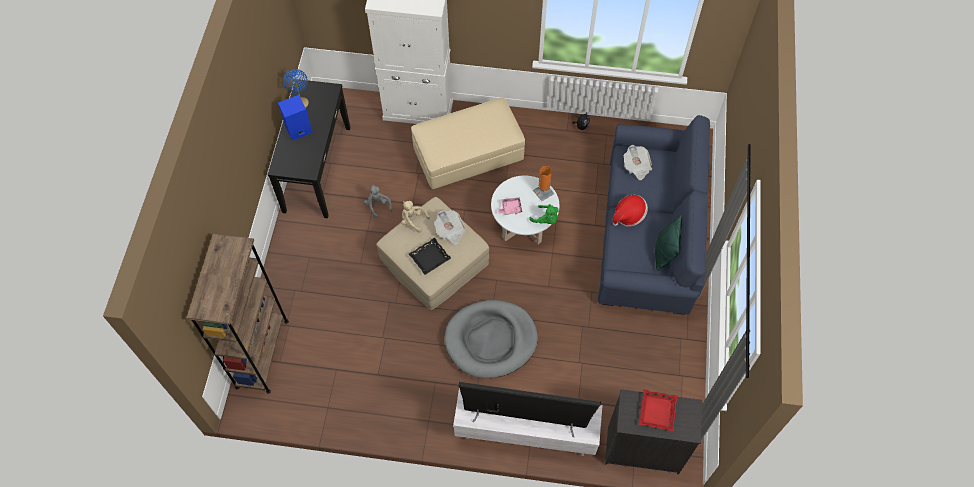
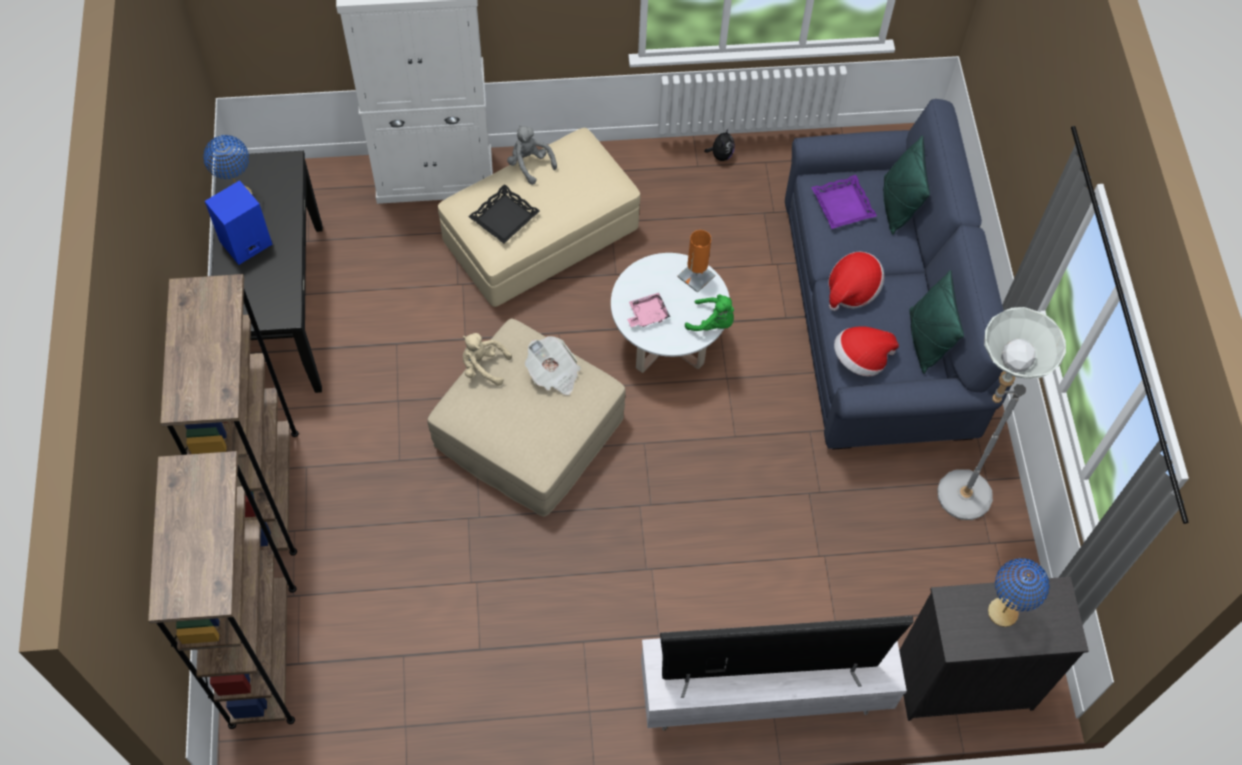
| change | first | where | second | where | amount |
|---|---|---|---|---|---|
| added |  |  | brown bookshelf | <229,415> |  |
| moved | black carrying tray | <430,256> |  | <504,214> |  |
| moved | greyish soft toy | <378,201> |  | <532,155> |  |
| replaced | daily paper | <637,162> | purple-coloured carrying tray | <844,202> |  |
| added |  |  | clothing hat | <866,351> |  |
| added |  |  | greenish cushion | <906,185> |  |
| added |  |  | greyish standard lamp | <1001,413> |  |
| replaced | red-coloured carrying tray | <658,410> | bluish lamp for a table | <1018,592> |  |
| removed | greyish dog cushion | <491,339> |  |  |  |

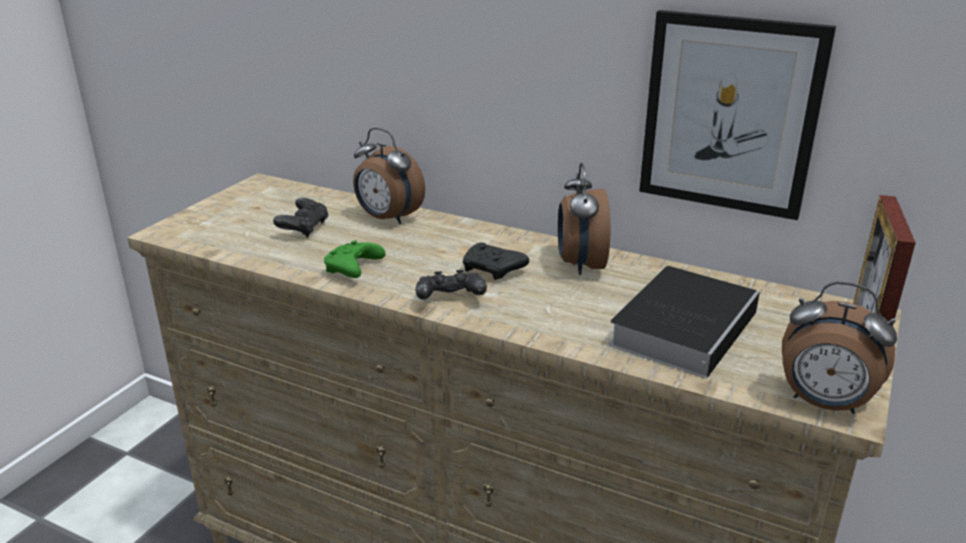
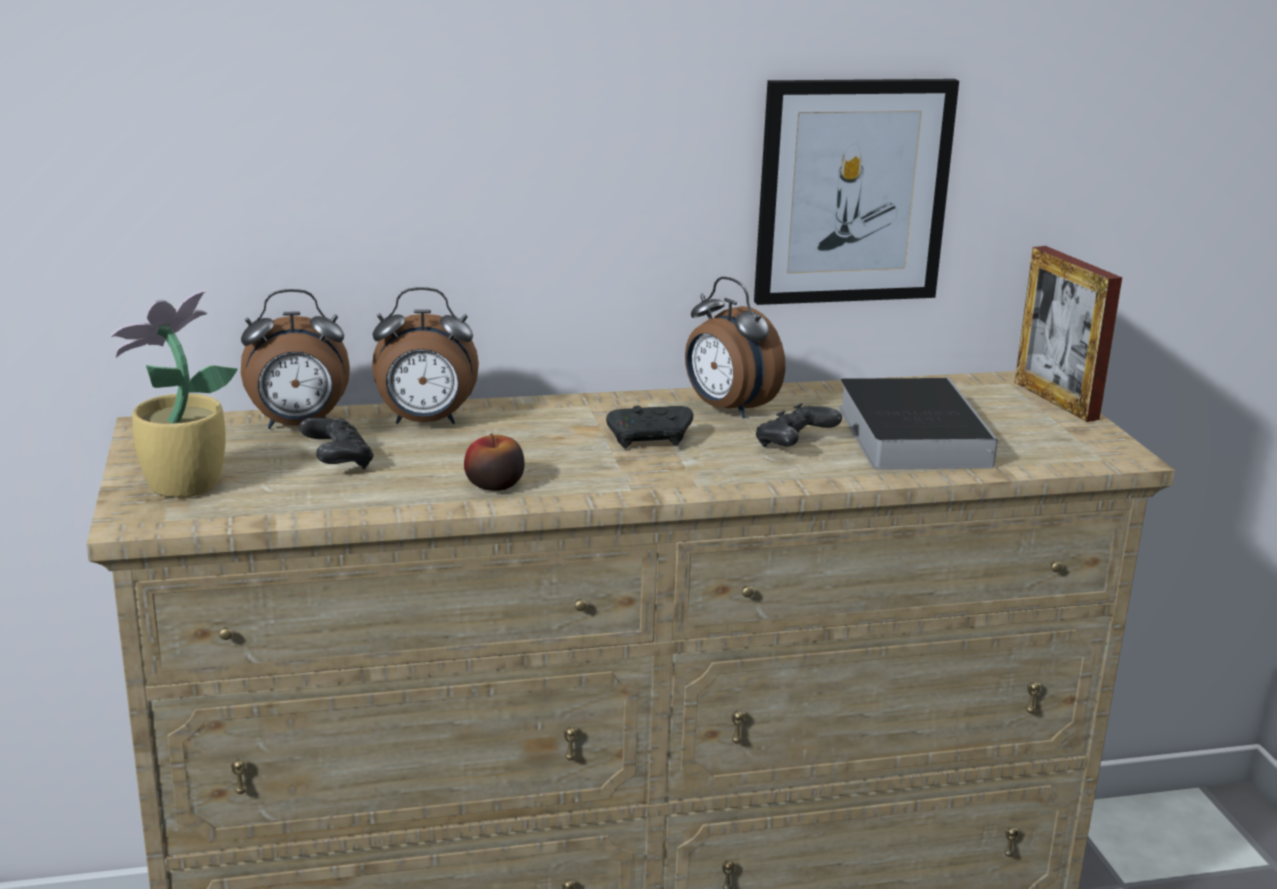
| change | first | where | second | where | amount |
|---|---|---|---|---|---|
| added |  |  | plant in a pot | <174,394> |  |
| moved | alarm clock | <839,347> |  | <295,359> |  |
| replaced | greenish joypad | <355,259> | apple | <494,462> |  |
| moved | black joypad | <451,285> |  | <799,425> |  |

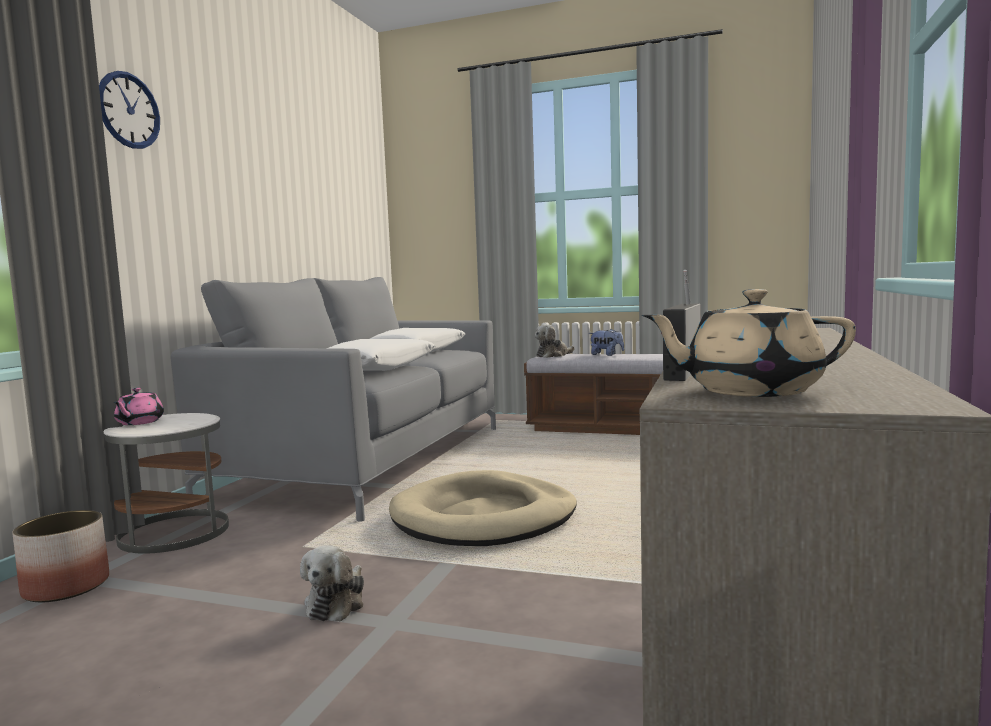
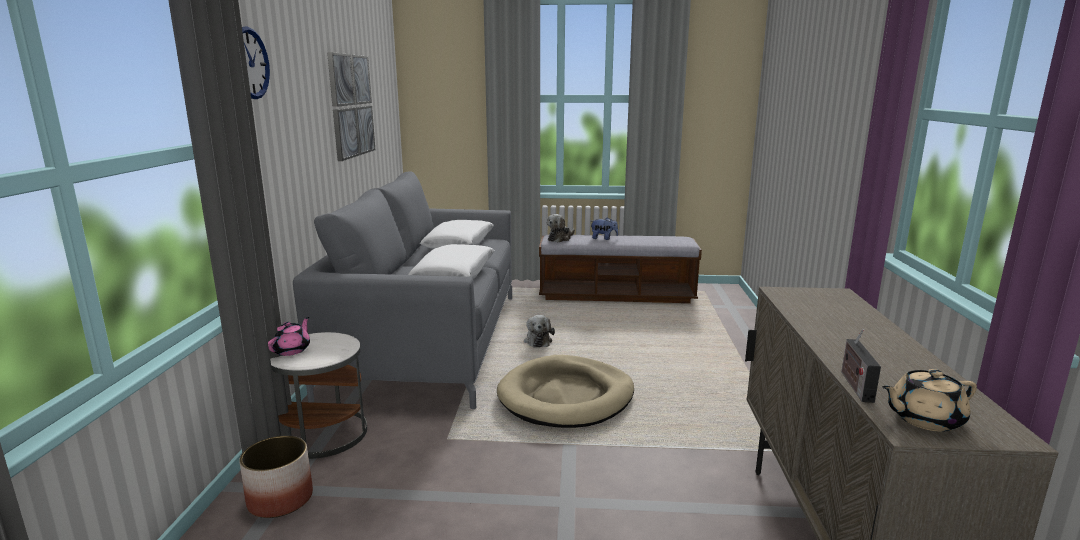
| change | first | where | second | where | amount |
|---|---|---|---|---|---|
| turned | pink-coloured pot for tea | <139,406> |  | <289,336> | 150 degrees counterclockwise |
| added |  |  | picture | <351,106> |  |
| moved | soft toy | <332,583> |  | <539,331> |  |

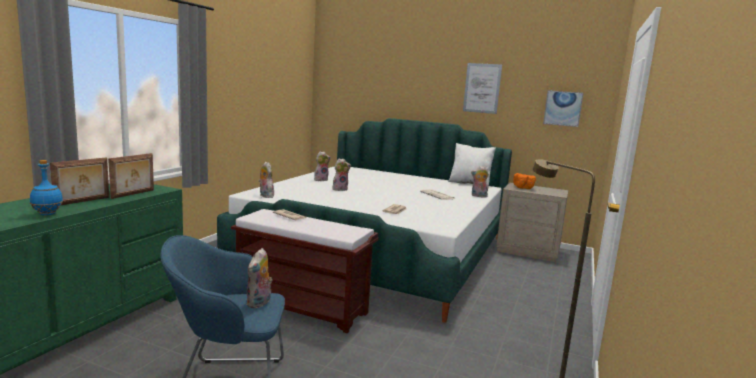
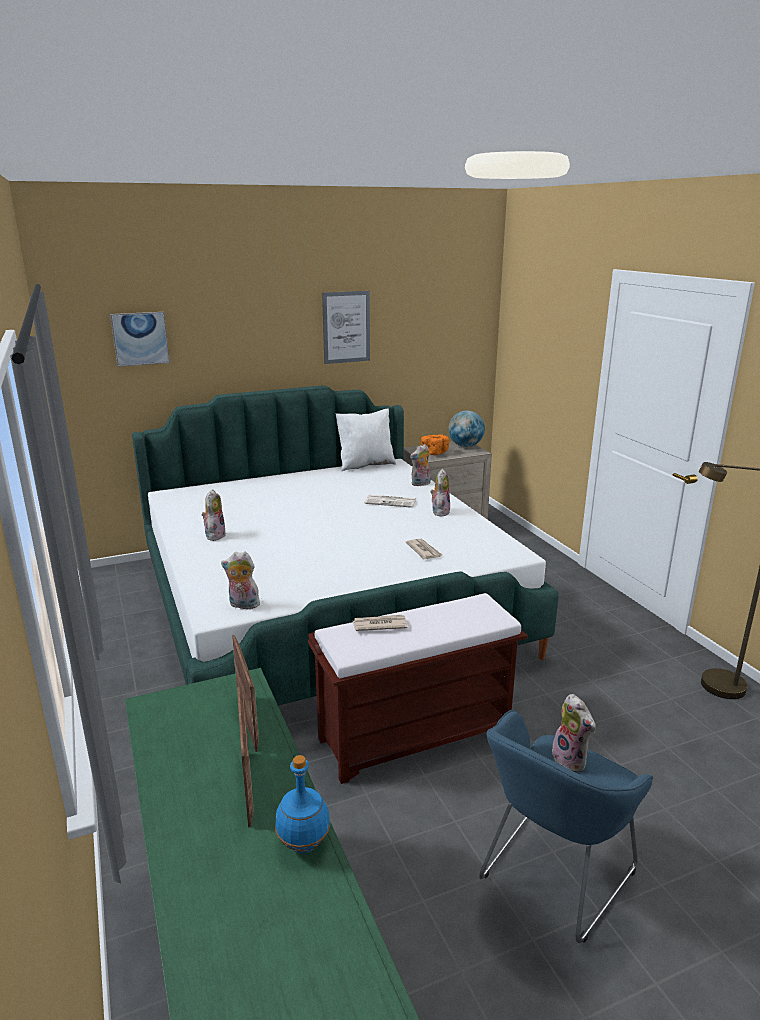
| change | first | where | second | where | amount |
|---|---|---|---|---|---|
| moved | picture | <563,108> |  | <140,339> |  |
| moved | soft toy | <342,175> |  | <440,493> |  |
| added |  |  | globe | <466,429> |  |

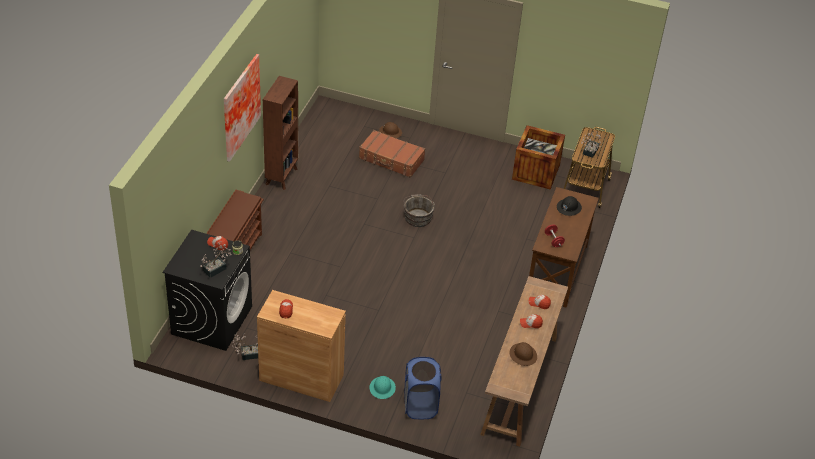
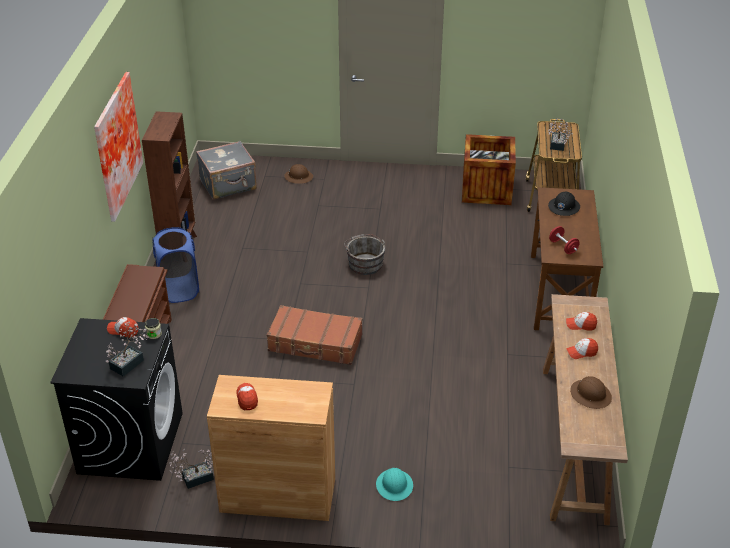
| change | first | where | second | where | amount |
|---|---|---|---|---|---|
| moved | bluish washing basket | <423,388> |  | <176,265> |  |
| added |  |  | greyish travel case | <226,170> |  |
| moved | brown travel case | <392,154> |  | <314,335> |  |

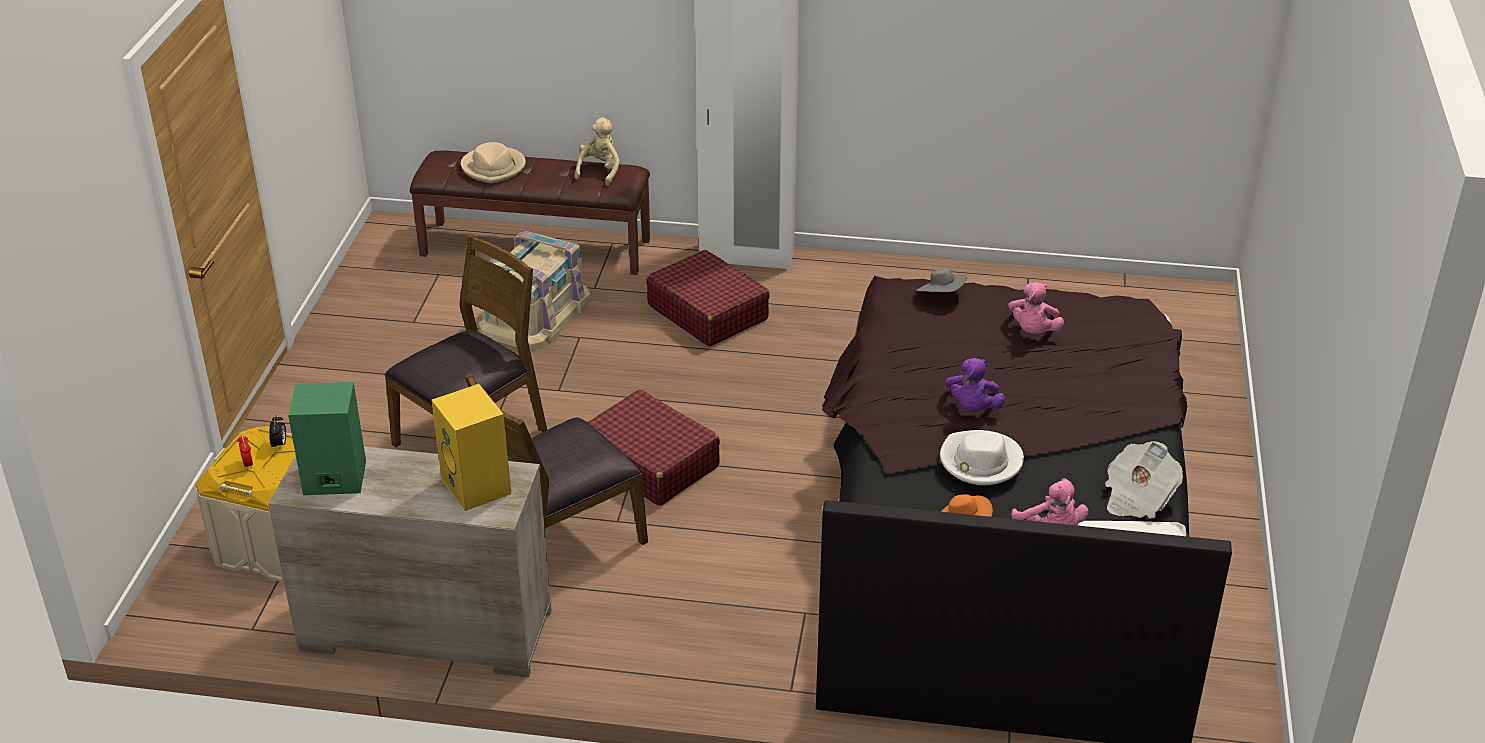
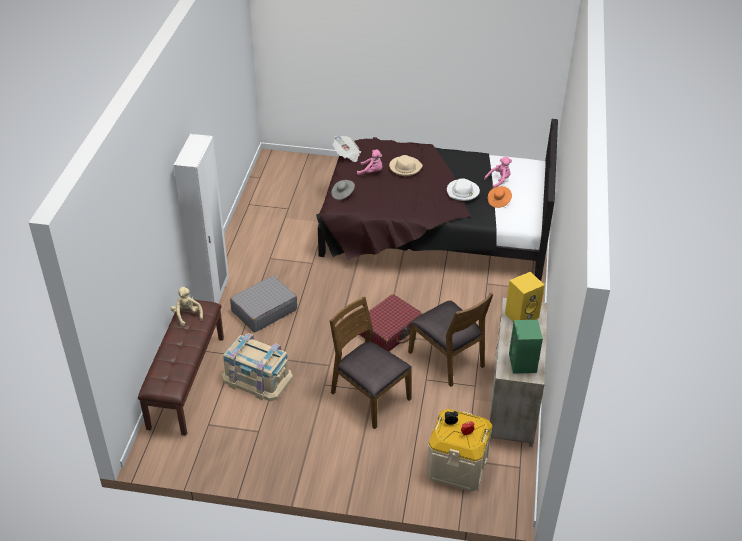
| change | first | where | second | where | amount |
|---|---|---|---|---|---|
| turned | sand-coloured soft toy | <597,151> |  | <187,307> | 45 degrees clockwise |
| recoloured | red-coloured travel case | <708,298> | greyish travel case | <263,304> |  |
| moved | daily paper | <1144,480> |  | <347,149> |  |
| moved | sand-coloured clothing hat | <493,162> |  | <406,165> |  |
| removed | purple-coloured soft toy | <975,385> |  |  |  |

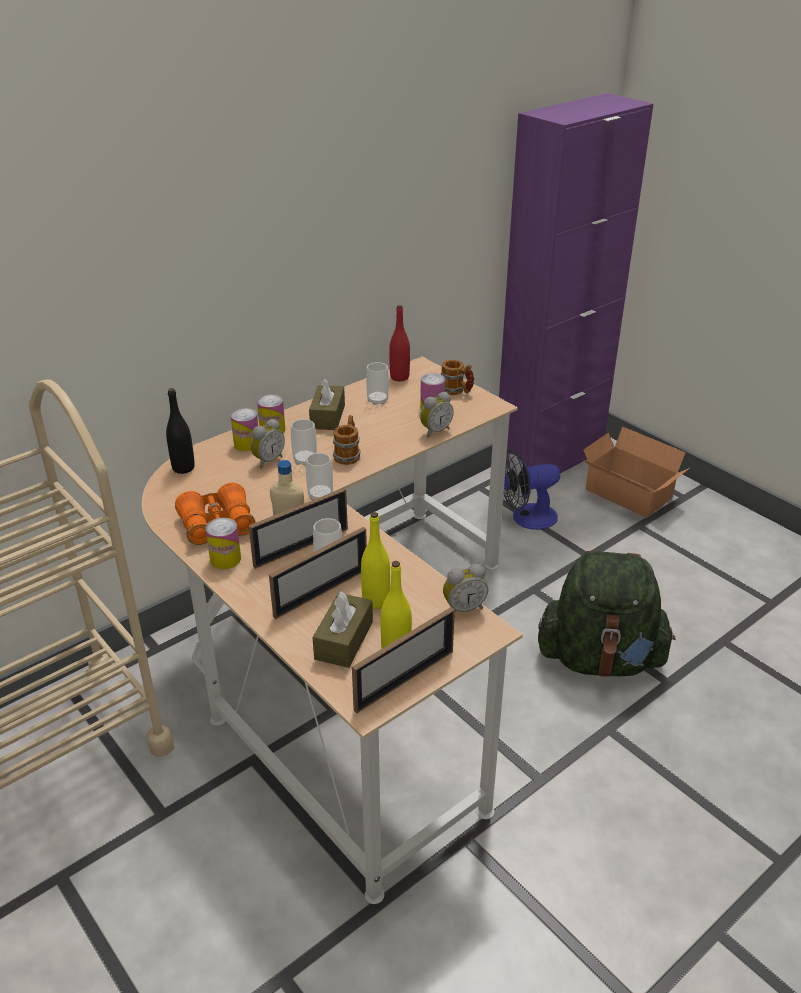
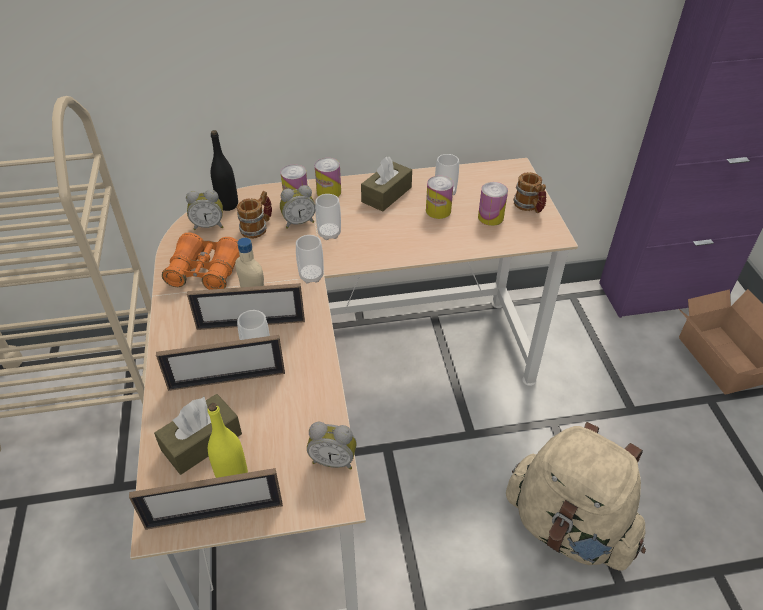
| change | first | where | second | where | amount |
|---|---|---|---|---|---|
| moved | alarm clock | <437,415> |  | <204,210> |  |
| moved | coffee mug | <347,440> |  | <254,215> |  |
| moved | can | <223,543> |  | <440,197> |  |
| recoloured | greenish backpack | <607,614> | sand-coloured backpack | <576,496> |  |
| removed | yellowish bottle | <375,560> |  |  |  |
| removed | red-coloured bottle | <399,343> |  |  |  |
| removed | fan | <532,490> |  |  |  |

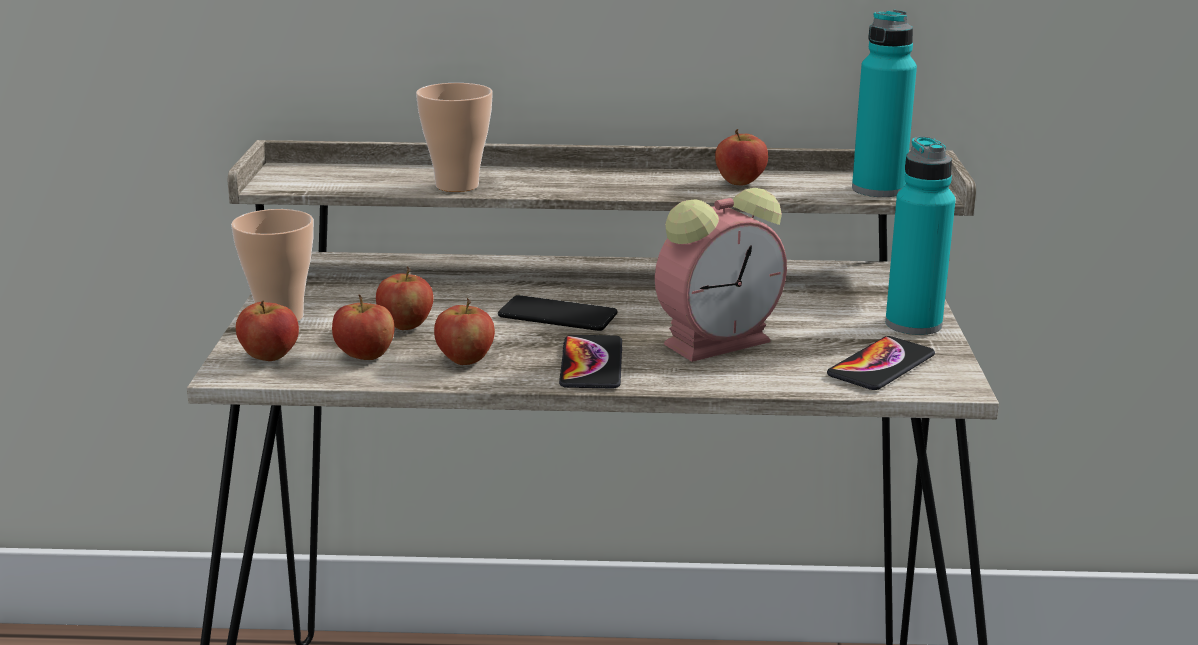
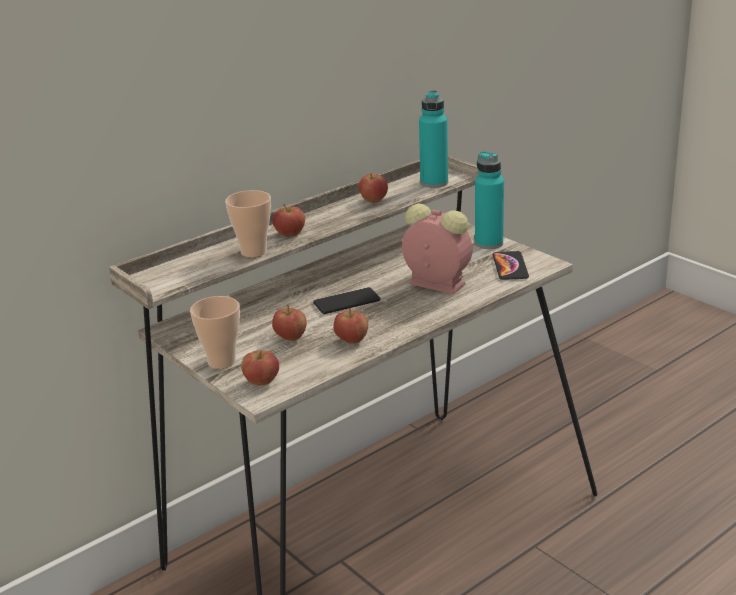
| change | first | where | second | where | amount |
|---|---|---|---|---|---|
| moved | apple | <363,327> |  | <288,220> |  |
| turned | alarm clock | <721,275> |  | <437,249> | 75 degrees counterclockwise |
| removed | telephone | <590,362> |  |  |  |

